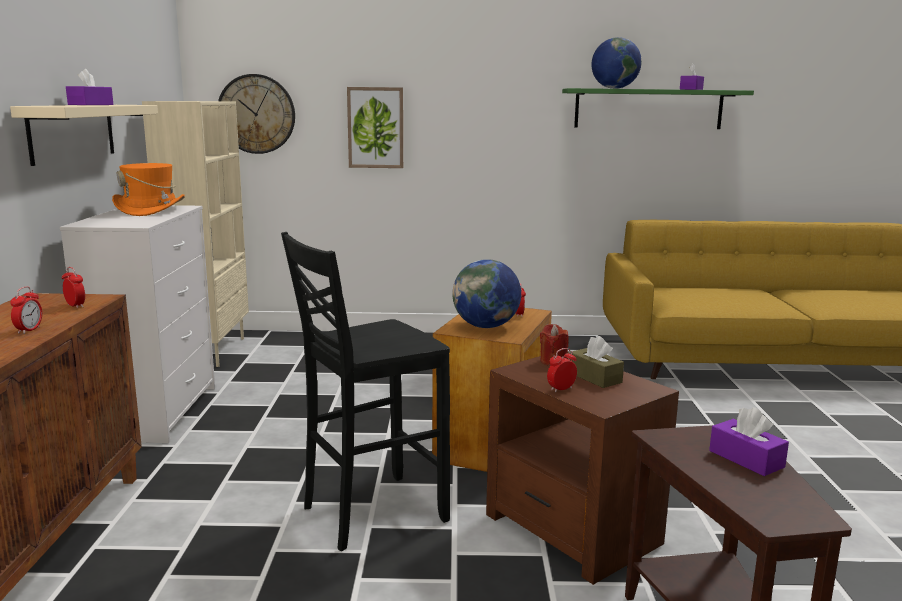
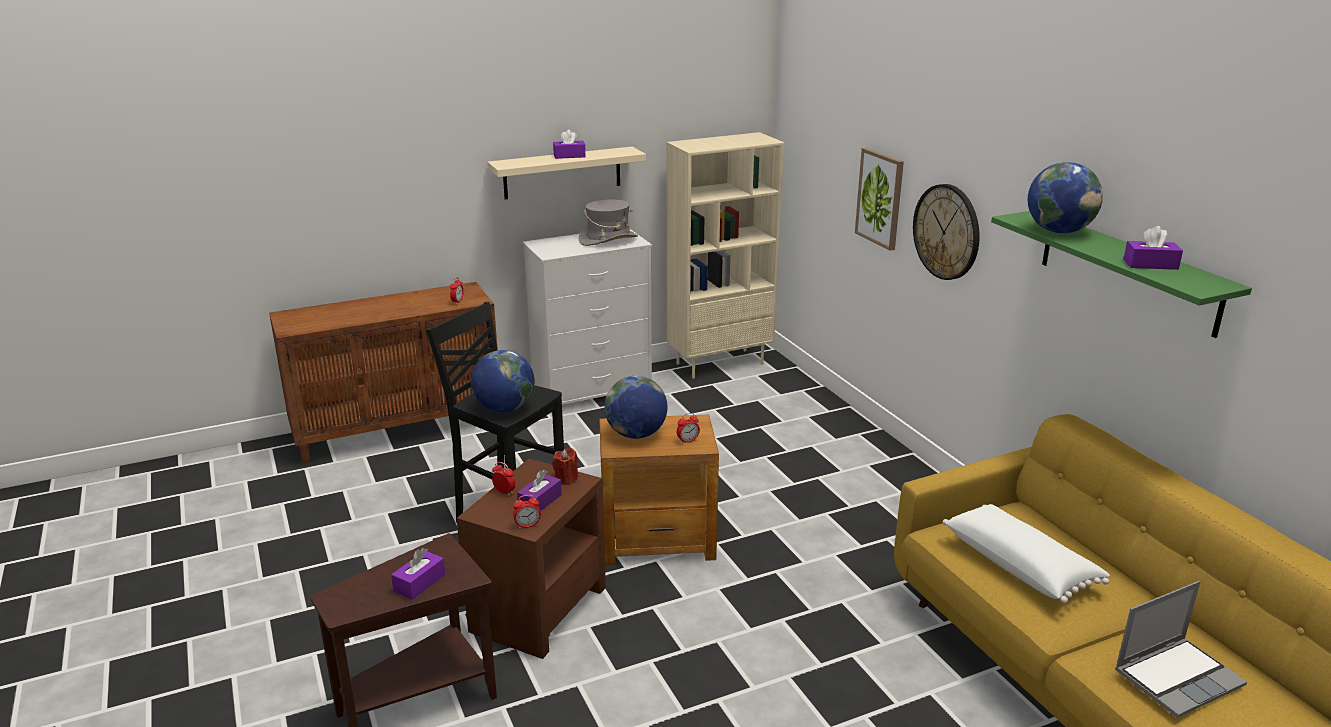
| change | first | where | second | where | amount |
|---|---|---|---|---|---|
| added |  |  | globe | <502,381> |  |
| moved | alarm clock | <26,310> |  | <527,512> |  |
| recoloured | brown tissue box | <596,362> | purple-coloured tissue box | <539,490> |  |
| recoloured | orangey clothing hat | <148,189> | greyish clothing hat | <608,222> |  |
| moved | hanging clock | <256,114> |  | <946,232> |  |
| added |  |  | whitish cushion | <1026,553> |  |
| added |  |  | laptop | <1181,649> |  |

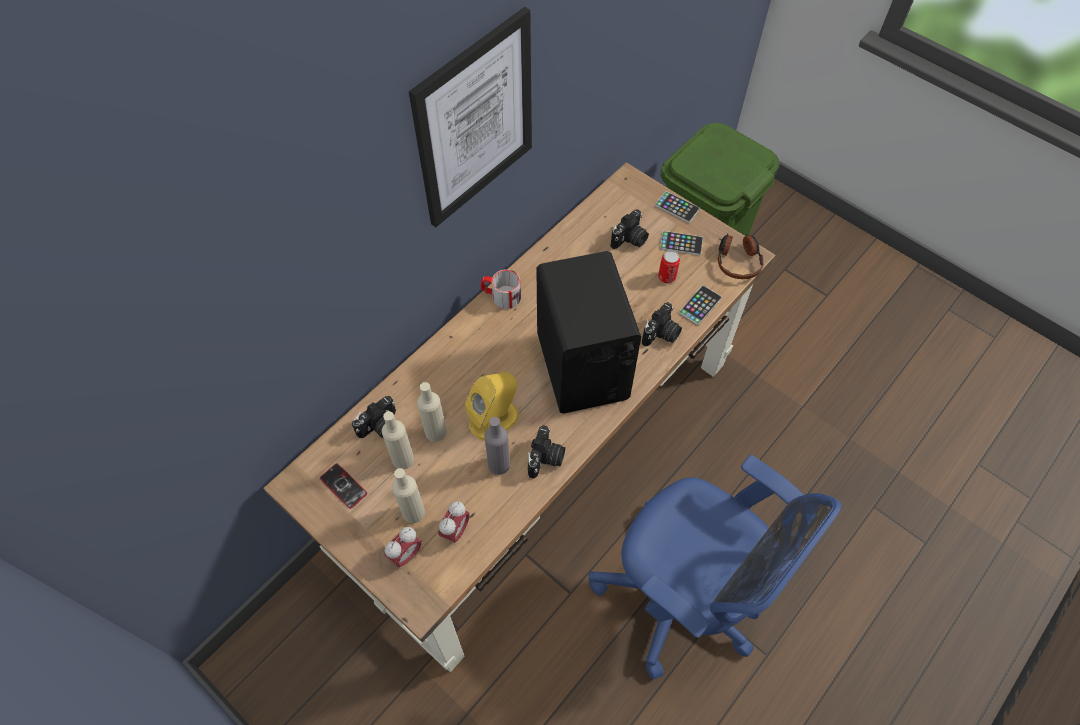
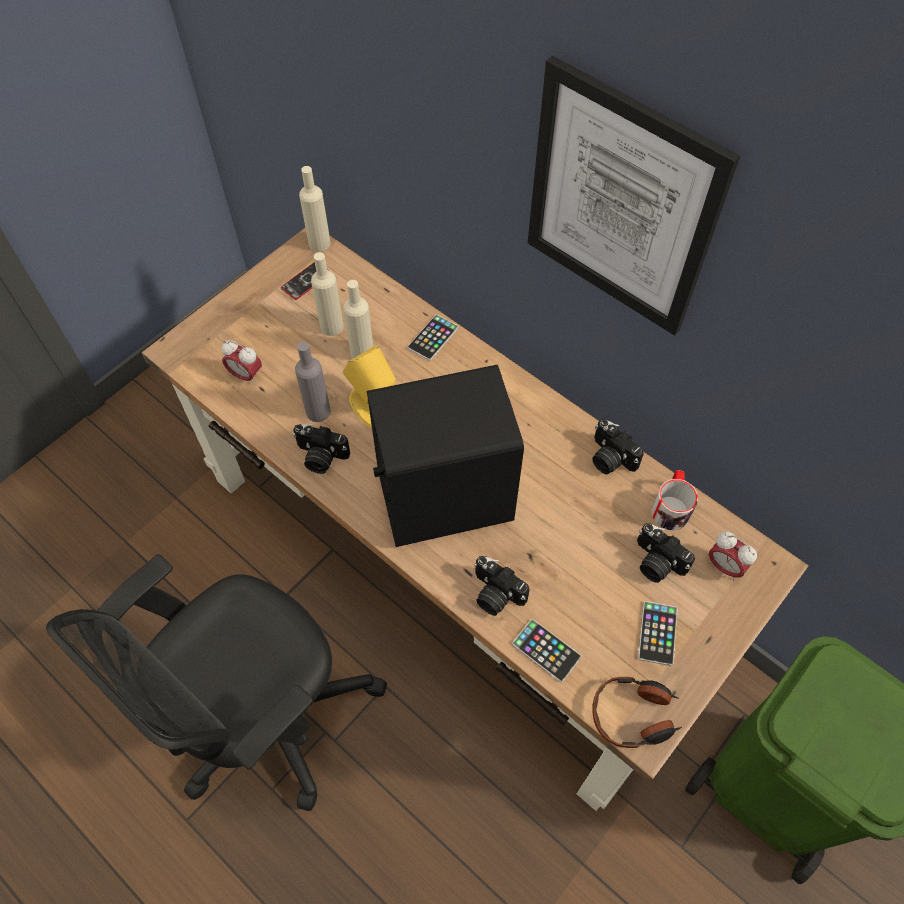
| change | first | where | second | where | amount |
|---|---|---|---|---|---|
| recoloured | bluish office chair | <715,567> | black office chair | <216,682> |  |
| moved | sand-coloured bottle | <408,495> |  | <315,209> |  |
| moved | telephone | <677,207> |  | <432,337> |  |
| moved | still camera | <374,417> |  | <618,446> |  |
| moved | coffee mug | <501,289> |  | <674,500> |  |
| moved | alarm clock | <403,547> |  | <732,555> |  |
| removed | can | <669,266> |  |  |  |

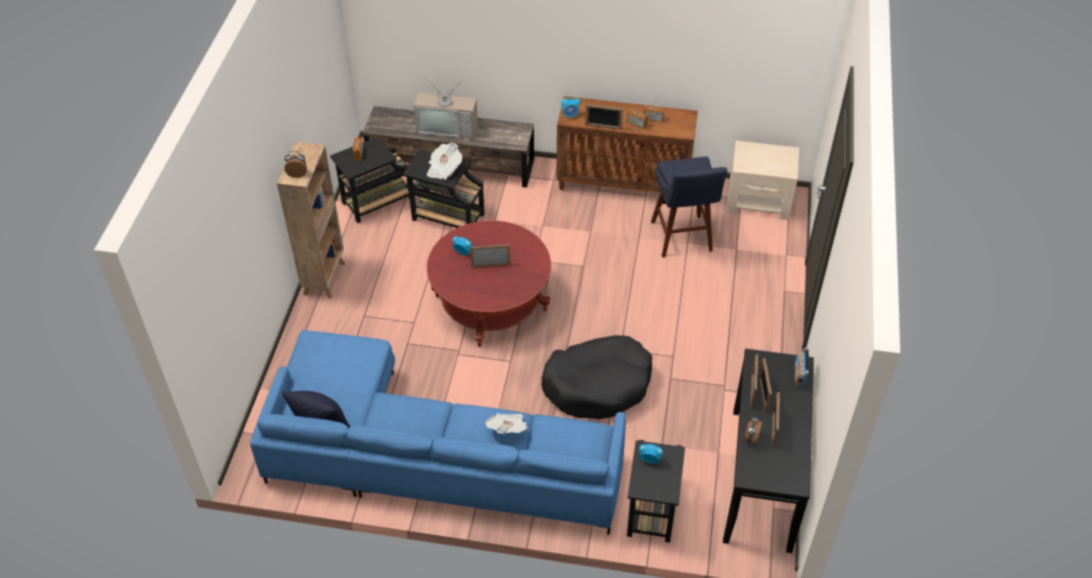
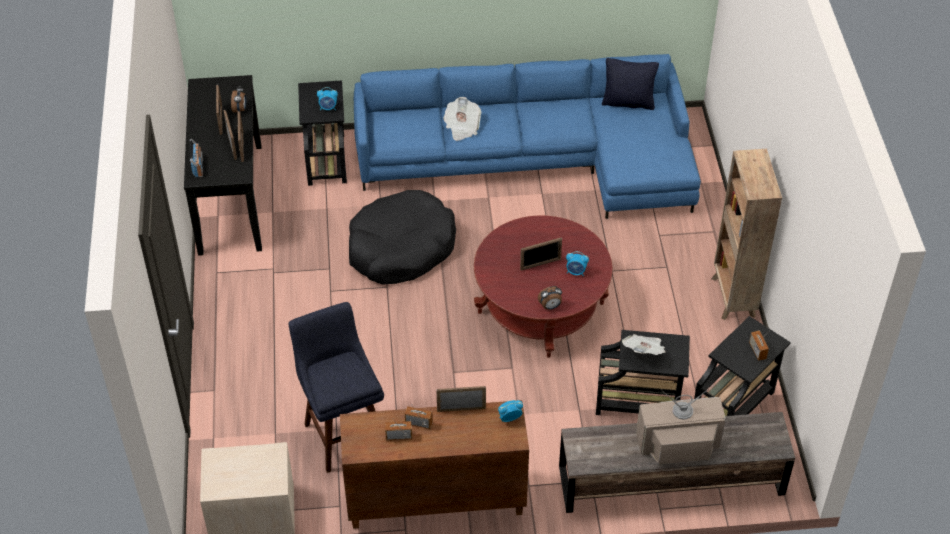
| change | first | where | second | where | amount |
|---|---|---|---|---|---|
| moved | alarm clock | <295,164> |  | <550,298> |  |

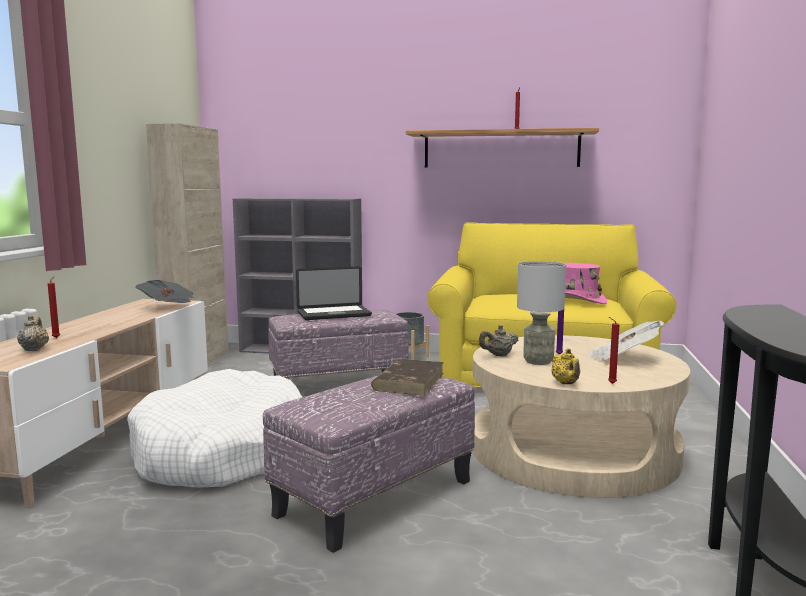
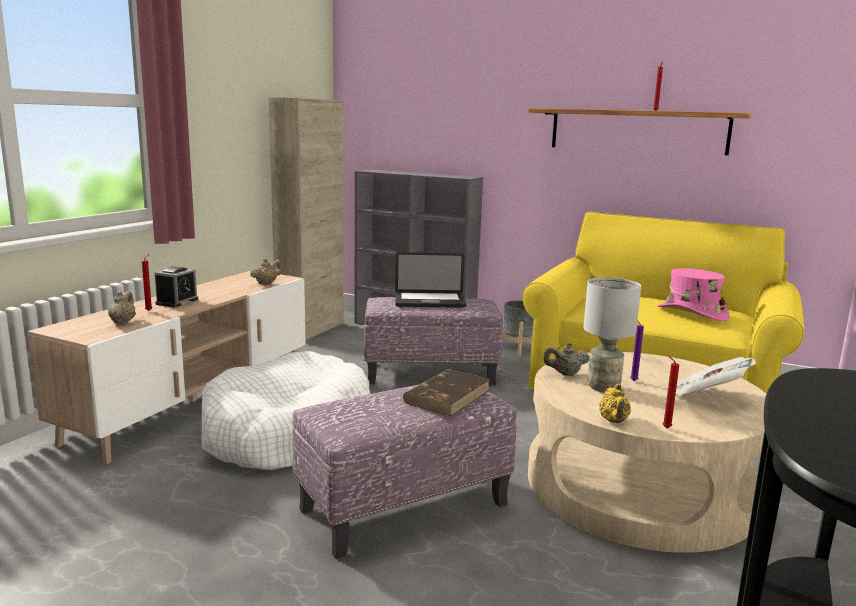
| change | first | where | second | where | amount |
|---|---|---|---|---|---|
| added |  |  | alarm clock | <176,287> |  |
| replaced | daily paper | <164,291> | sand-coloured pot for tea | <266,271> |  |

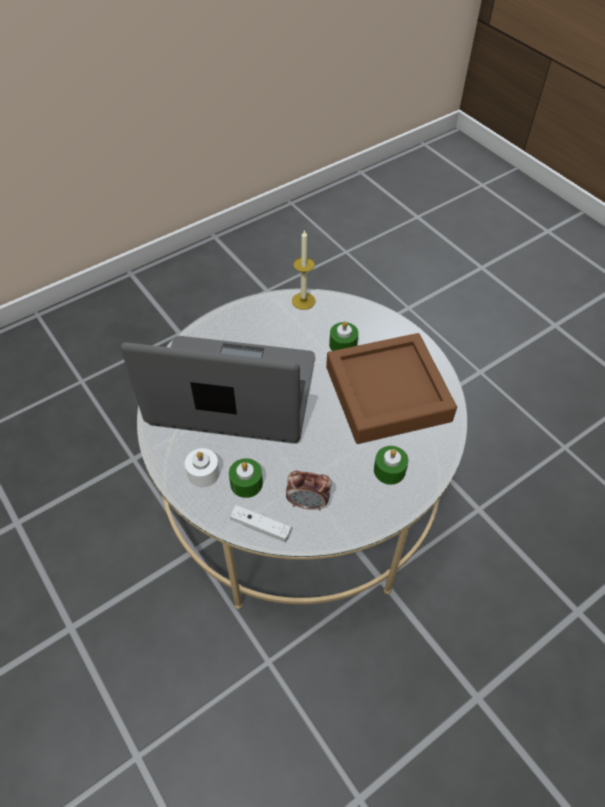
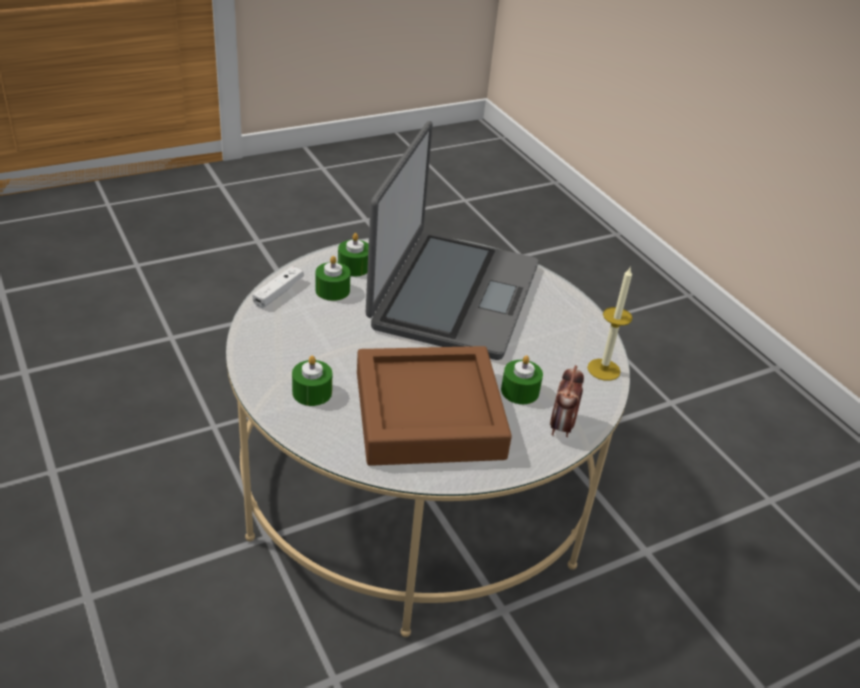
| change | first | where | second | where | amount |
|---|---|---|---|---|---|
| recoloured | whitish wax candle | <202,467> | greenish wax candle | <353,254> |  |
| moved | alarm clock | <309,490> |  | <567,401> |  |

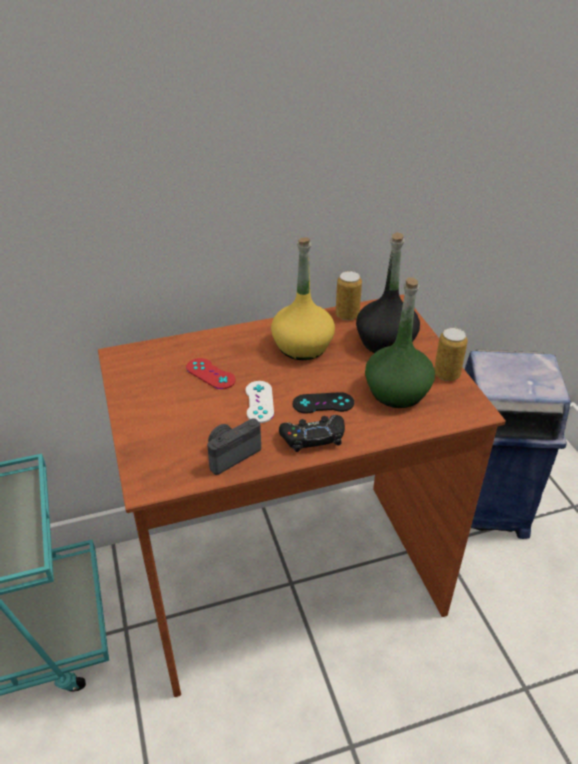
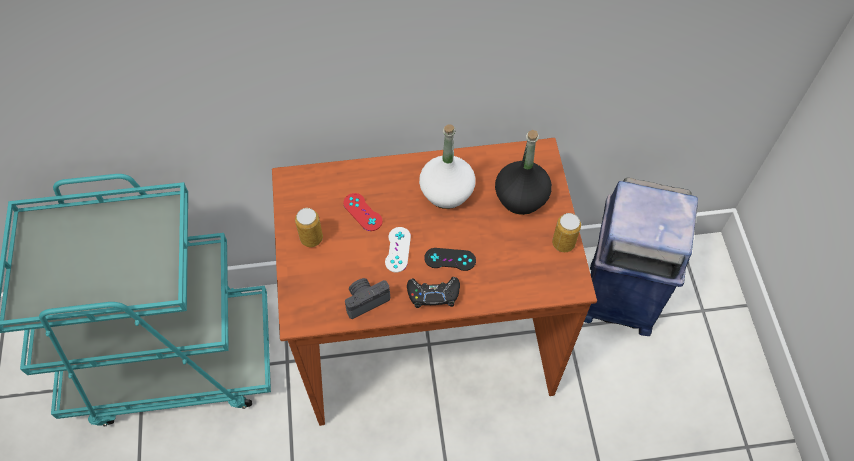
| change | first | where | second | where | amount |
|---|---|---|---|---|---|
| moved | can | <349,295> |  | <309,227> |  |
| recoloured | yellowish bottle | <303,298> | whitish bottle | <447,166> |  |
| removed | greenish bottle | <400,342> |  |  |  |

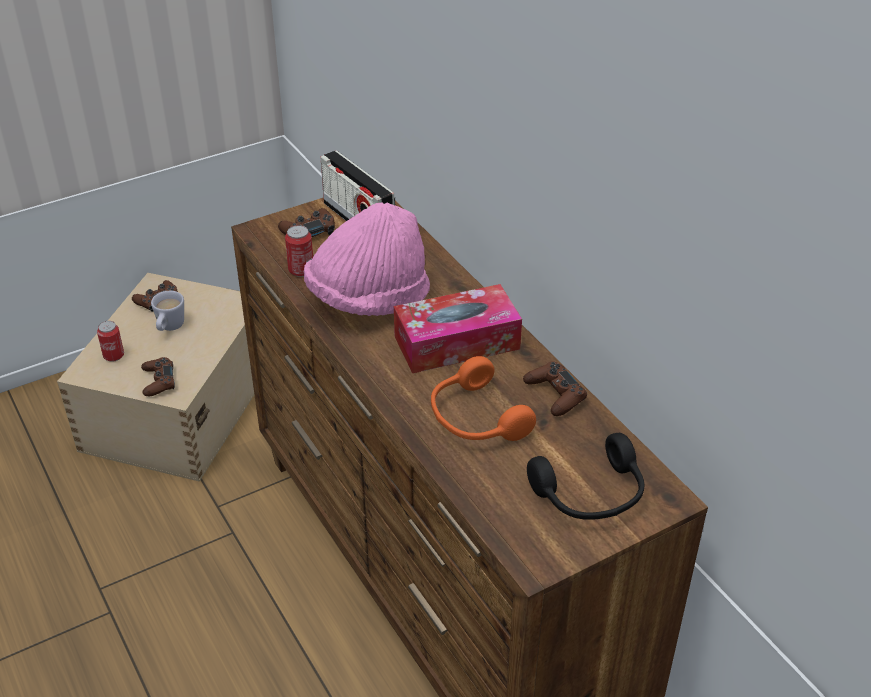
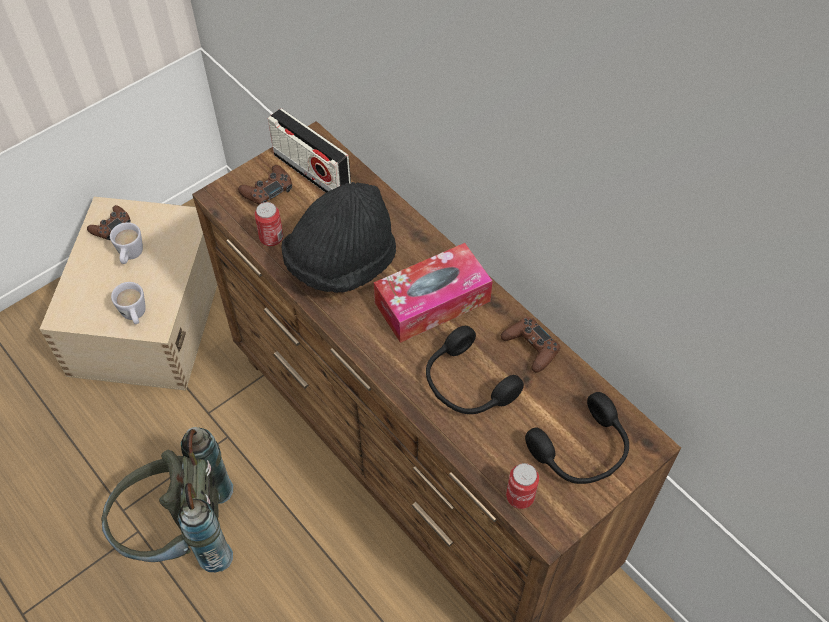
| change | first | where | second | where | amount |
|---|---|---|---|---|---|
| added |  |  | greyish backpack | <167,499> |  |
| replaced | brown joypad | <158,376> | whitish coffee mug | <128,303> |  |
| recoloured | pink-coloured clothing hat | <367,259> | black clothing hat | <338,237> |  |
| recoloured | orangey headphones | <483,398> | black headphones | <475,370> |  |
| moved | can | <110,341> |  | <522,486> |  |

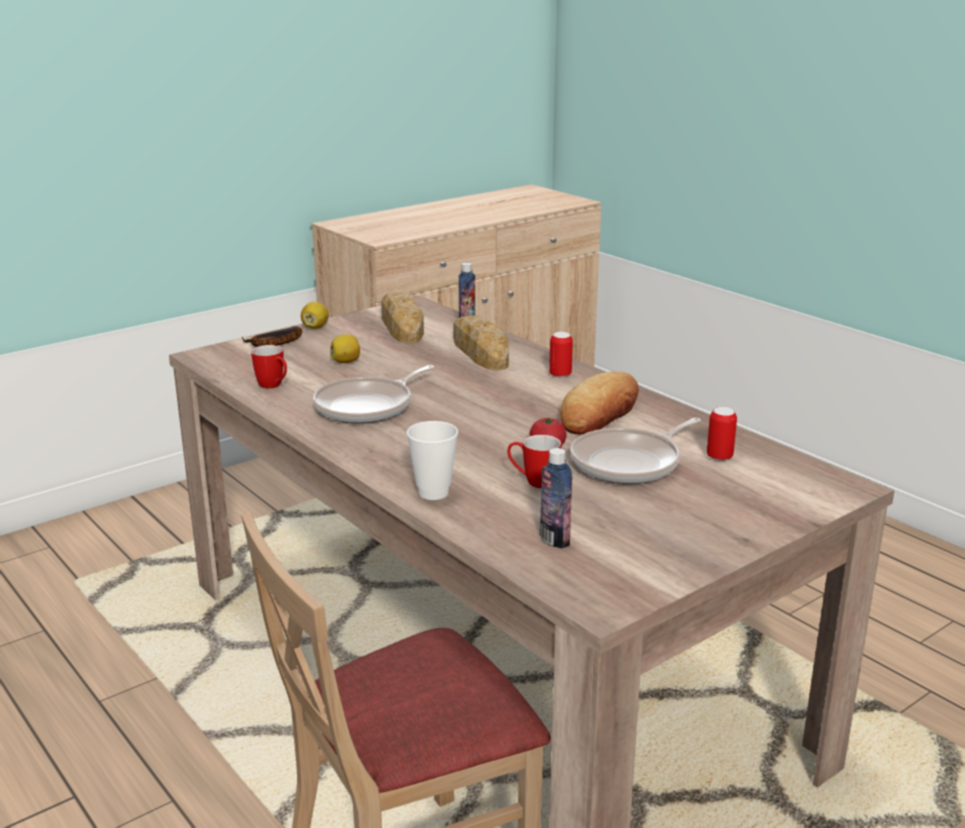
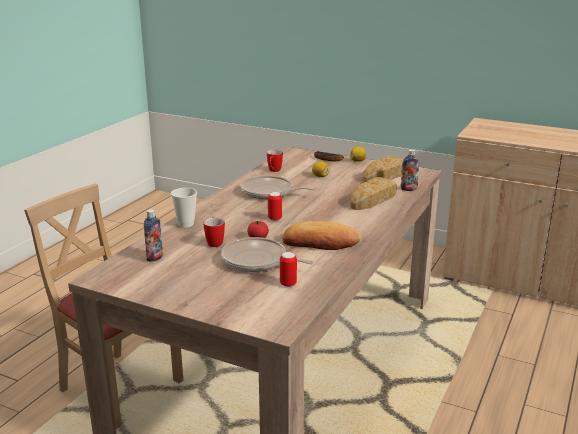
| change | first | where | second | where | amount |
|---|---|---|---|---|---|
| moved | can | <561,355> |  | <275,206> |  |

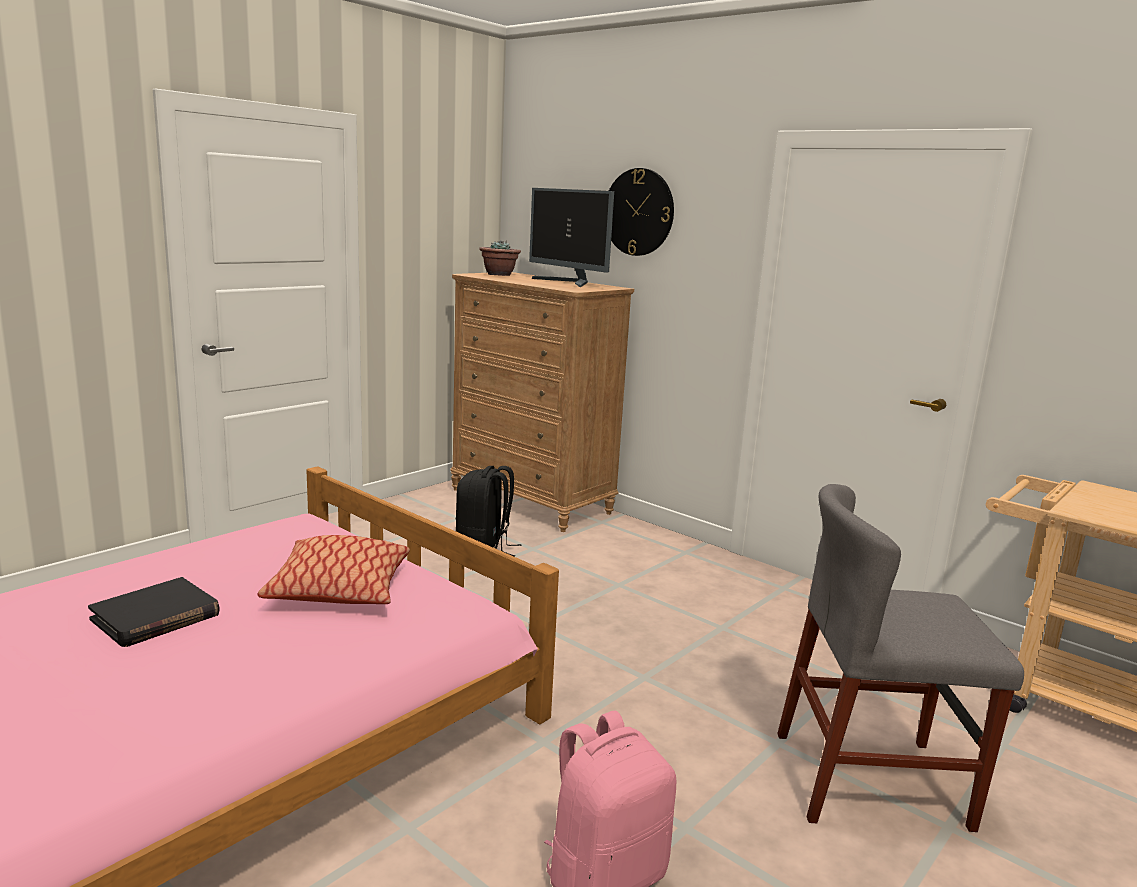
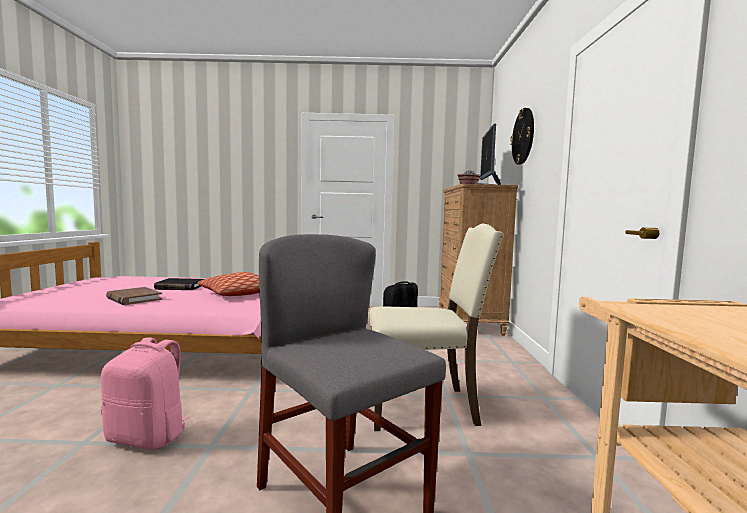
| change | first | where | second | where | amount |
|---|---|---|---|---|---|
| added |  |  | brown bound book | <134,296> |  |
| added |  |  | sand-coloured upright chair | <436,327> |  |

